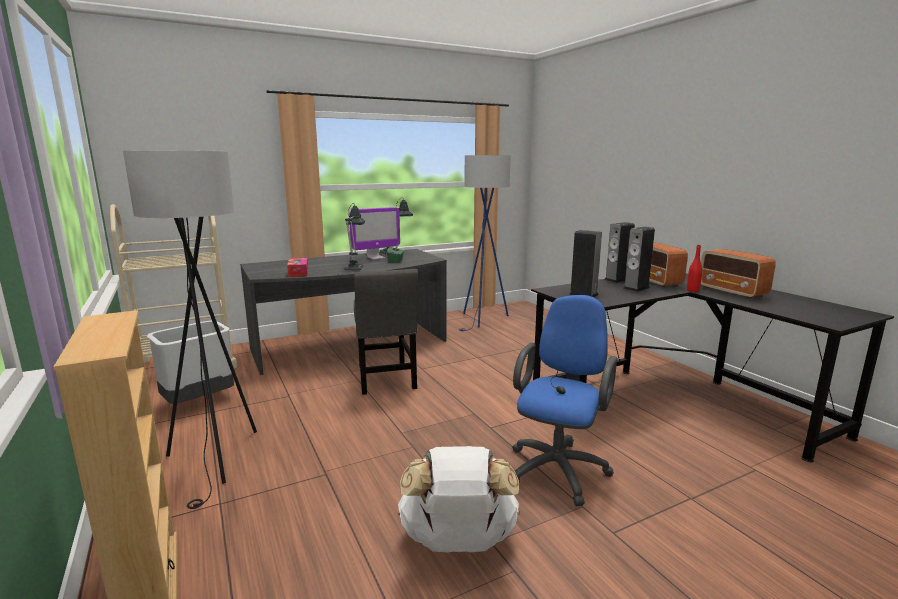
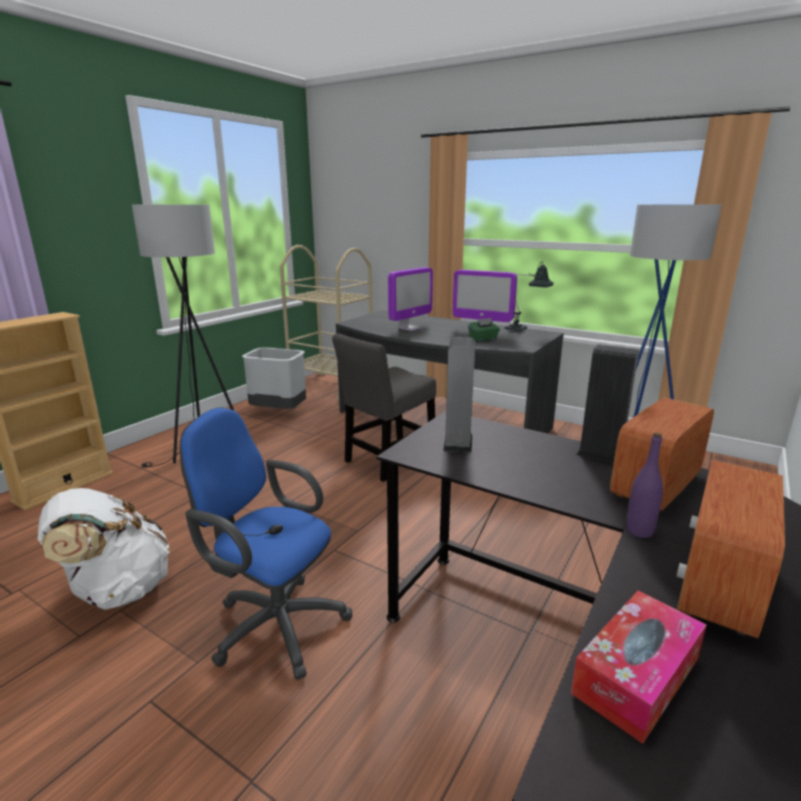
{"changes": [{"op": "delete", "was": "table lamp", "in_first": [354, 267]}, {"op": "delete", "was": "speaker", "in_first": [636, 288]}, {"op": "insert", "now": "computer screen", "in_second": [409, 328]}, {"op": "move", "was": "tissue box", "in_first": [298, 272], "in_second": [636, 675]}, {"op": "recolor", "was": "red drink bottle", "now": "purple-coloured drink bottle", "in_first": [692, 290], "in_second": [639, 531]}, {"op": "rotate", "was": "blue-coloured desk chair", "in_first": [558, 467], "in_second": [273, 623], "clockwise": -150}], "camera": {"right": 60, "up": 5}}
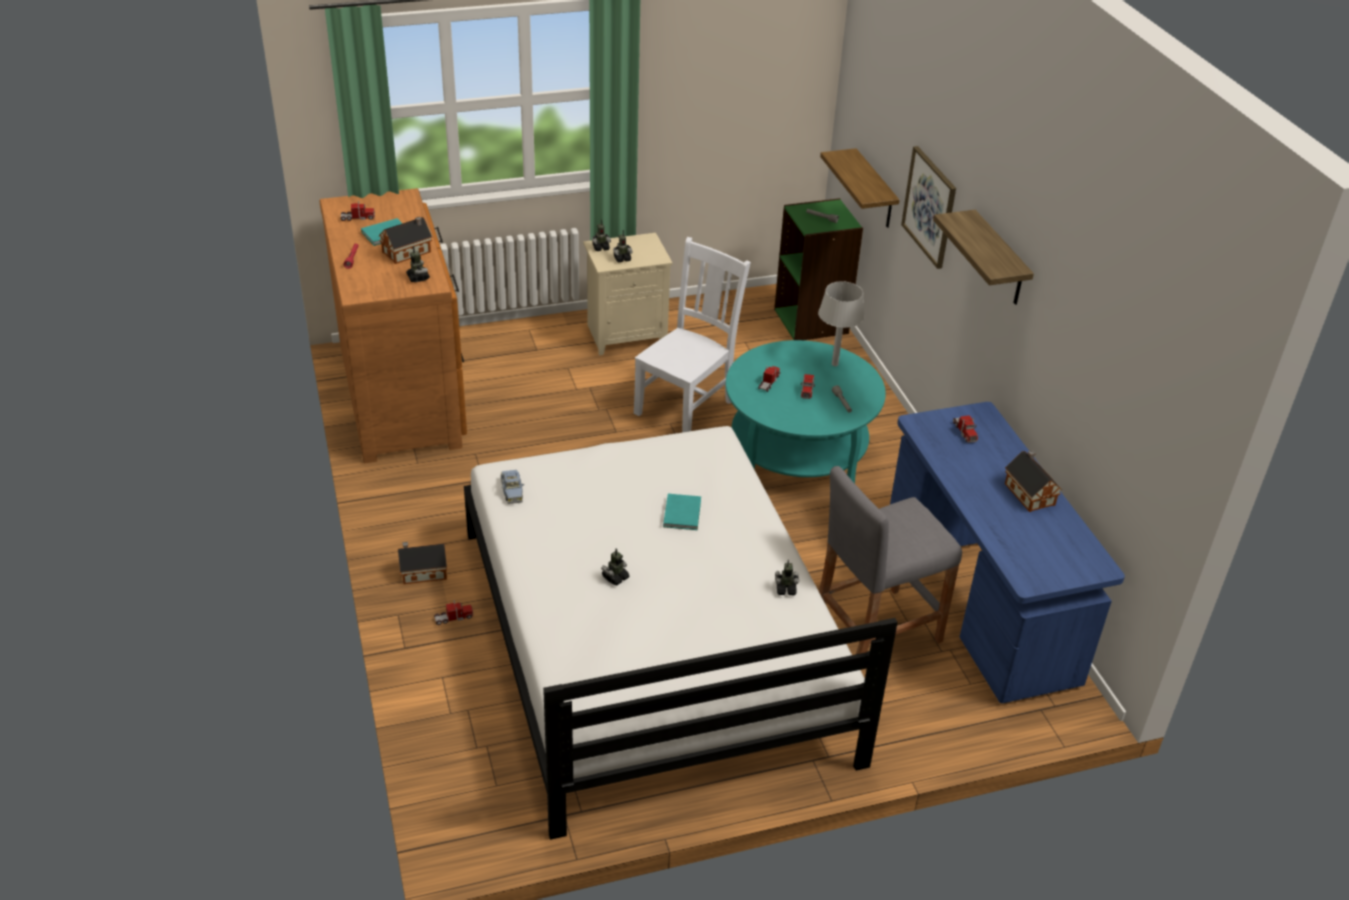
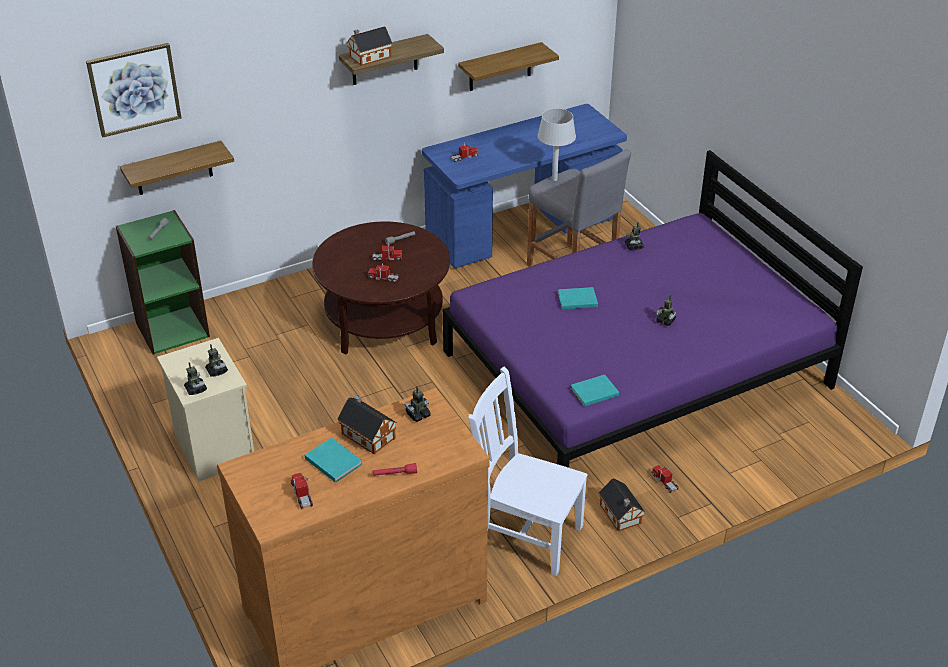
{"changes": [{"op": "insert", "now": "shelf", "in_second": [500, 67]}, {"op": "move", "was": "white chair", "in_first": [686, 405], "in_second": [526, 535]}, {"op": "move", "was": "grey table lamp", "in_first": [835, 364], "in_second": [554, 179]}, {"op": "move", "was": "picture", "in_first": [930, 206], "in_second": [134, 89]}, {"op": "move", "was": "model house", "in_first": [1029, 492], "in_second": [368, 57]}, {"op": "replace", "was": "blue-coloured toy car", "now": "turquoise bound book", "in_first": [512, 490], "in_second": [593, 392]}, {"op": "recolor", "was": "white sleeping bed", "now": "purple-coloured sleeping bed", "in_first": [651, 643], "in_second": [637, 369]}, {"op": "recolor", "was": "turquoise low table", "now": "brown low table", "in_first": [797, 454], "in_second": [384, 320]}], "camera": {"right": -100, "up": 0}}
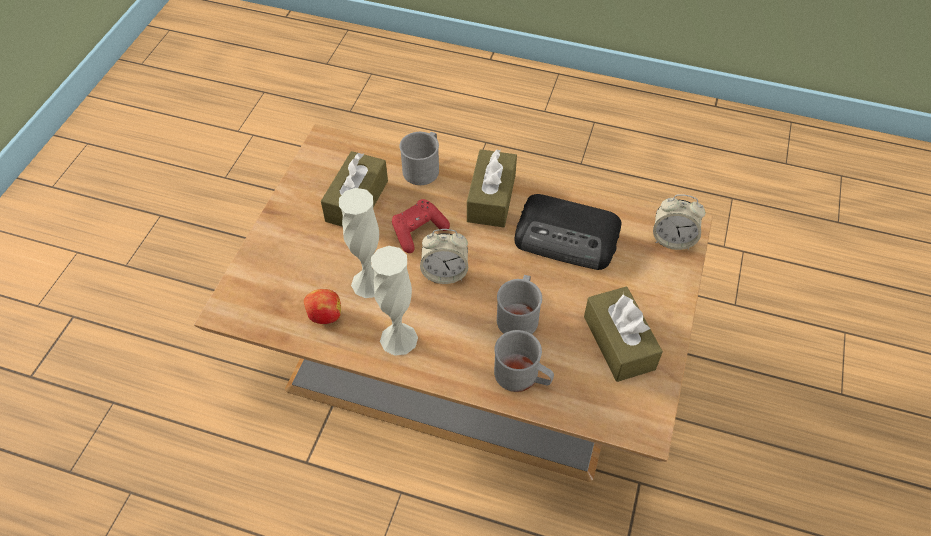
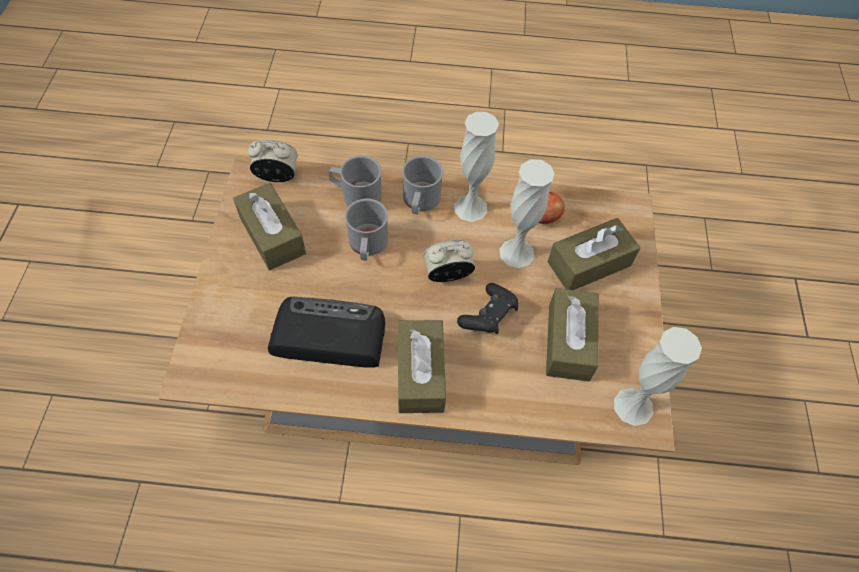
{"changes": [{"op": "insert", "now": "brown tissue box", "in_second": [589, 264]}, {"op": "insert", "now": "white decorative vase", "in_second": [633, 406]}, {"op": "move", "was": "grey coffee mug", "in_first": [423, 167], "in_second": [420, 202]}, {"op": "move", "was": "table clock", "in_first": [672, 239], "in_second": [277, 176]}, {"op": "recolor", "was": "red game controller", "now": "black-coloured game controller", "in_first": [418, 231], "in_second": [488, 316]}], "camera": {"right": 165, "up": 5}}
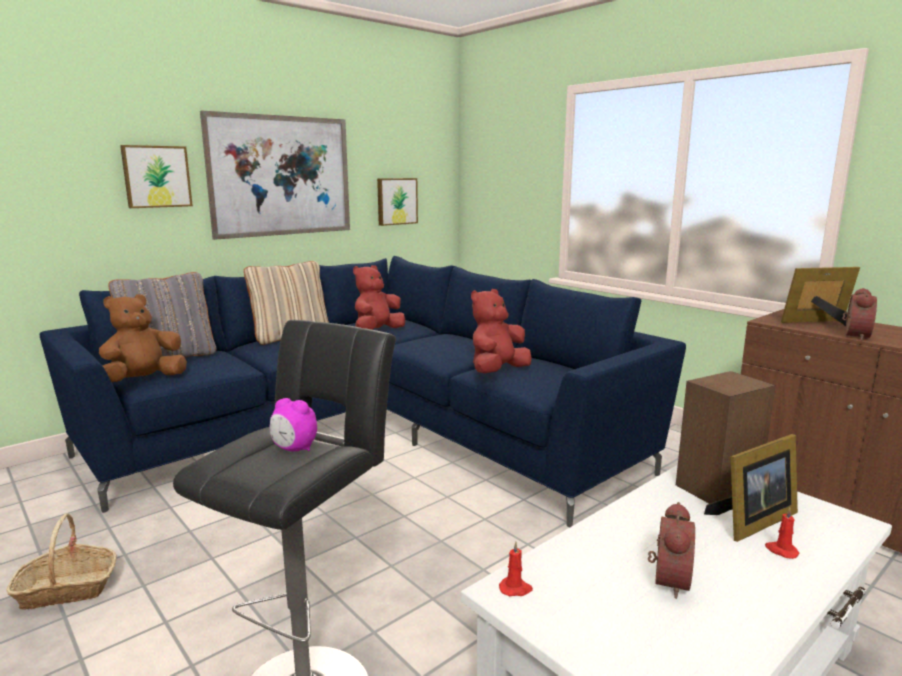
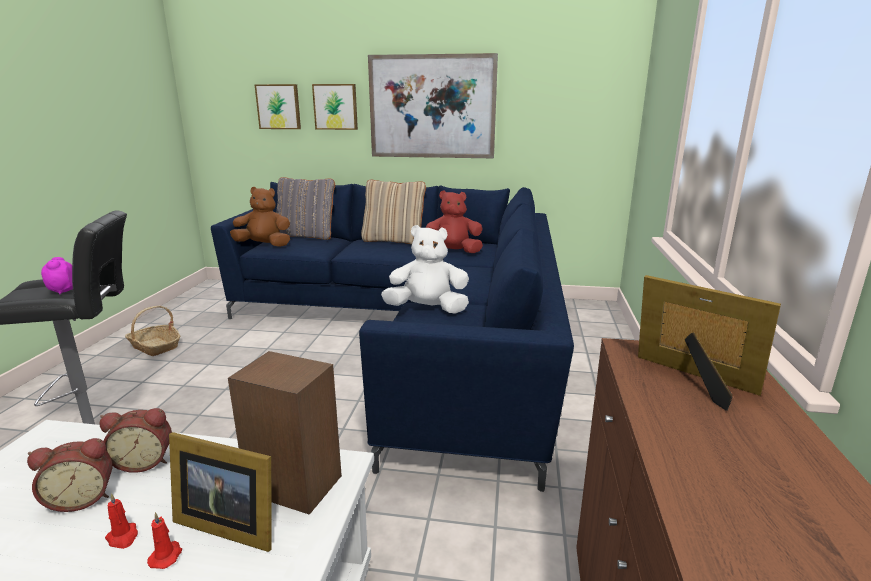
{"changes": [{"op": "move", "was": "picture", "in_first": [396, 201], "in_second": [279, 107]}, {"op": "move", "was": "red wax candle", "in_first": [515, 589], "in_second": [123, 537]}, {"op": "move", "was": "table clock", "in_first": [853, 335], "in_second": [144, 461]}, {"op": "recolor", "was": "red soft toy", "now": "white soft toy", "in_first": [497, 371], "in_second": [427, 309]}], "camera": {"right": 50, "up": 5}}
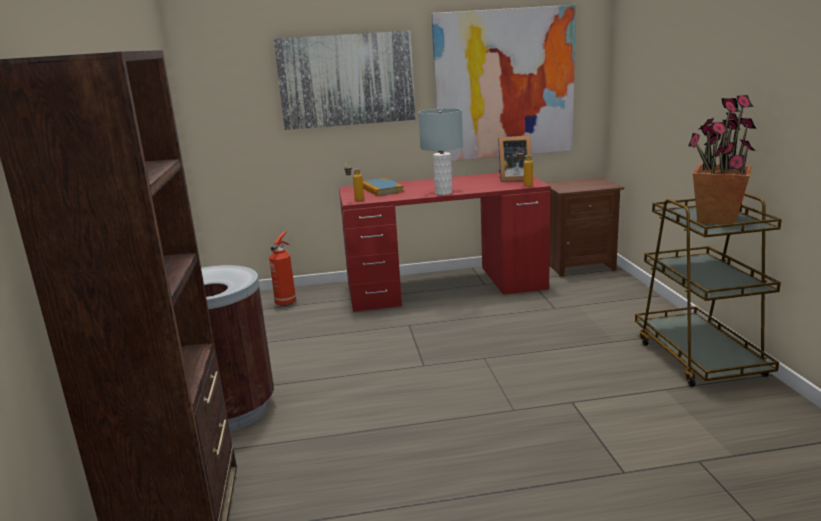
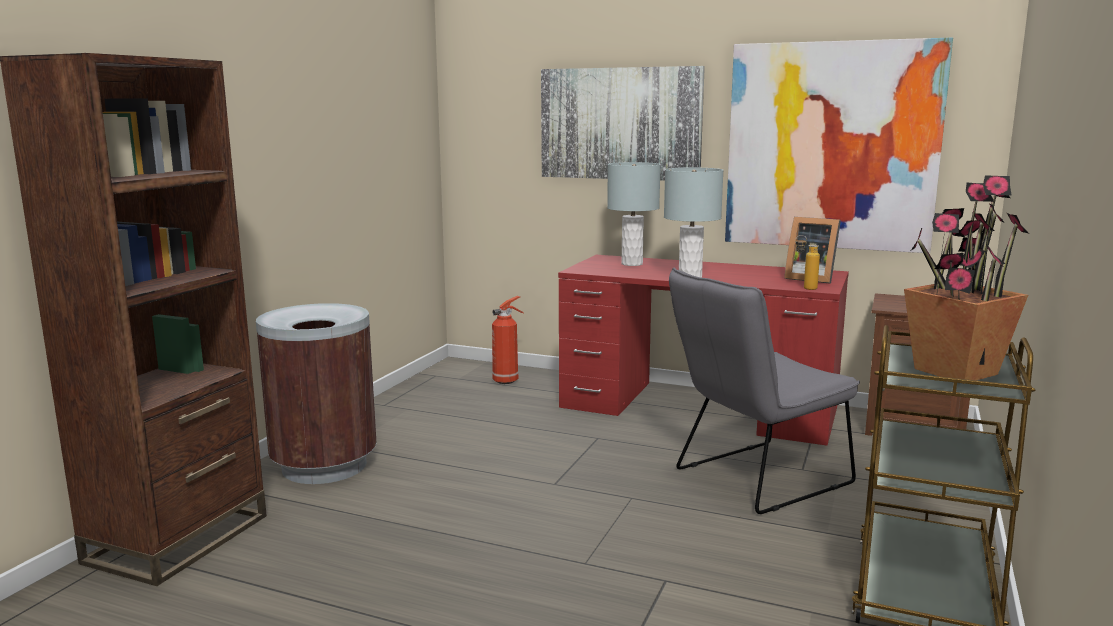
{"changes": [{"op": "delete", "was": "drink bottle", "in_first": [355, 200]}, {"op": "insert", "now": "grey chair", "in_second": [754, 479]}, {"op": "replace", "was": "bound book", "now": "grey table lamp", "in_first": [381, 189], "in_second": [631, 264]}], "camera": {"right": 30, "up": -5}}
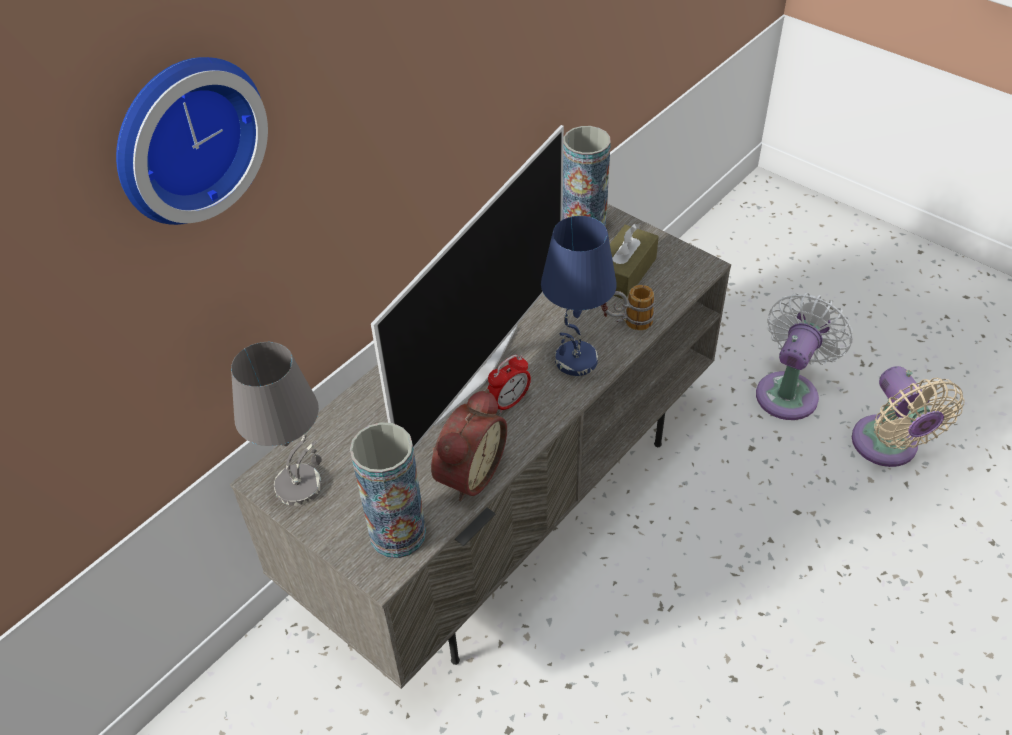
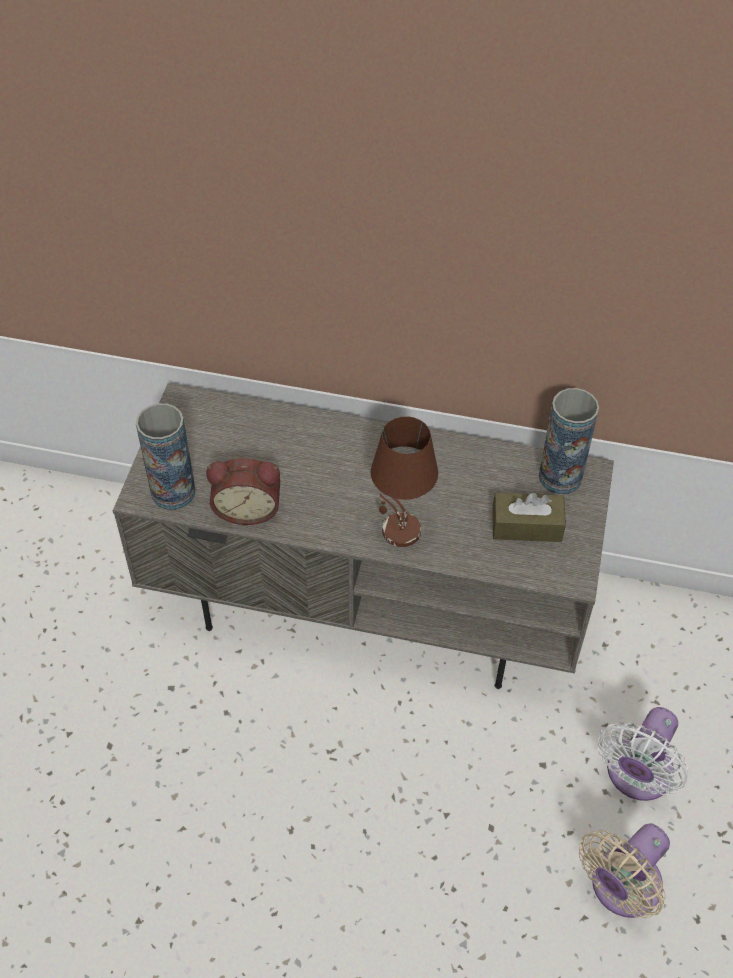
{"changes": [{"op": "delete", "was": "hanging clock", "in_first": [184, 137]}, {"op": "delete", "was": "grey table lamp", "in_first": [299, 485]}, {"op": "delete", "was": "TV", "in_first": [475, 373]}, {"op": "delete", "was": "table clock", "in_first": [509, 402]}, {"op": "delete", "was": "coffee mug", "in_first": [626, 323]}, {"op": "recolor", "was": "blue-coloured table lamp", "now": "brown table lamp", "in_first": [576, 361], "in_second": [400, 531]}, {"op": "rotate", "was": "white electric fan", "in_first": [789, 391], "in_second": [636, 776], "clockwise": 120}], "camera": {"right": 60, "up": 5}}
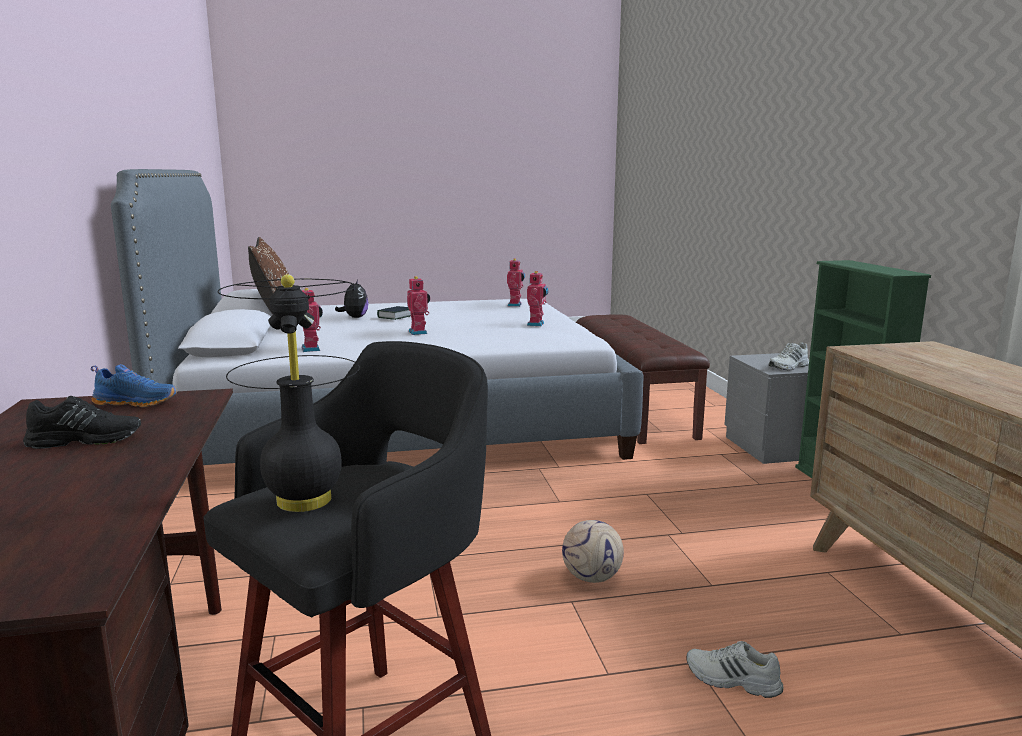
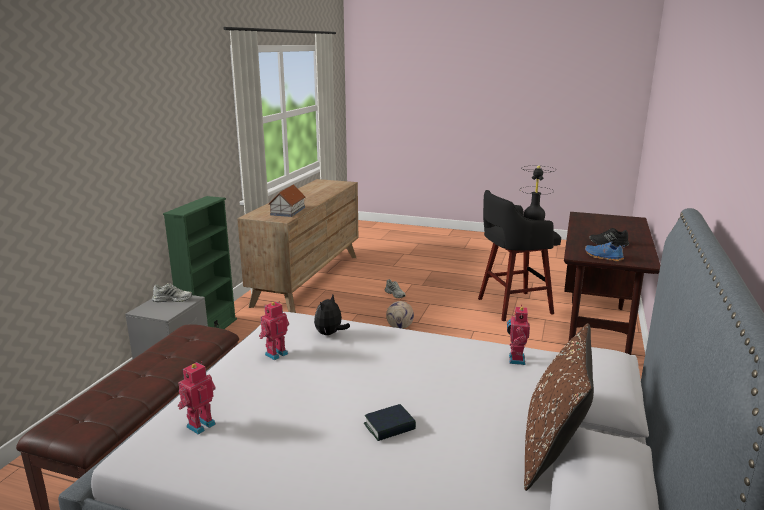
{"changes": [{"op": "delete", "was": "robot figure", "in_first": [419, 332]}, {"op": "insert", "now": "model house", "in_second": [288, 211]}, {"op": "move", "was": "soft toy", "in_first": [354, 317], "in_second": [330, 334]}], "camera": {"right": -150, "up": 5}}
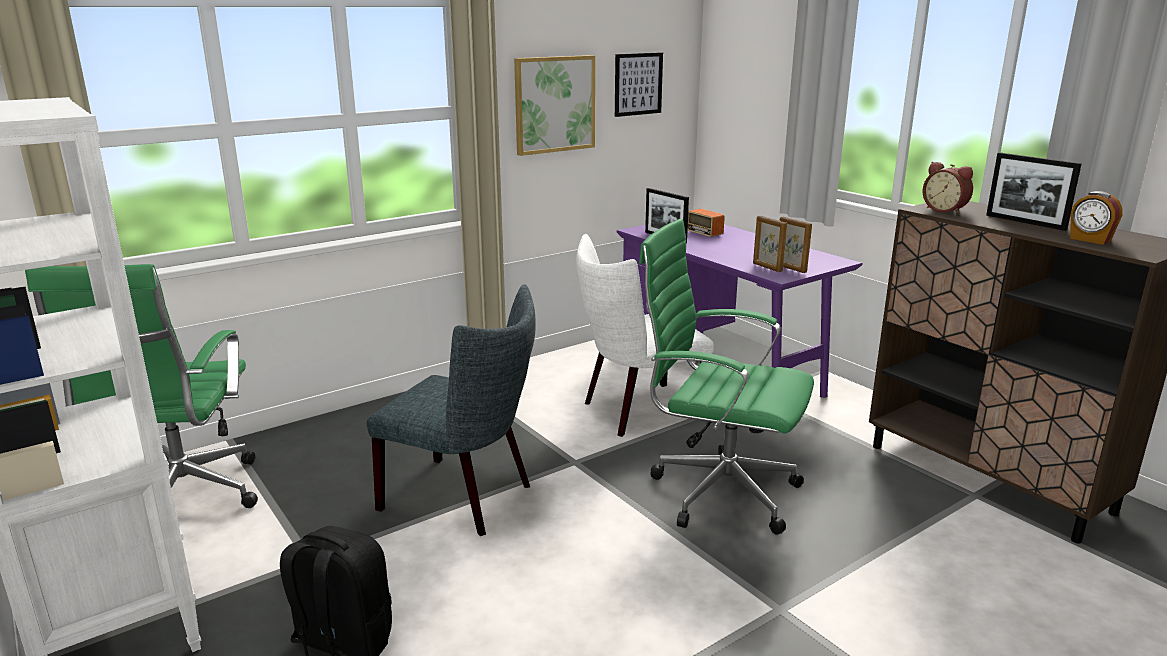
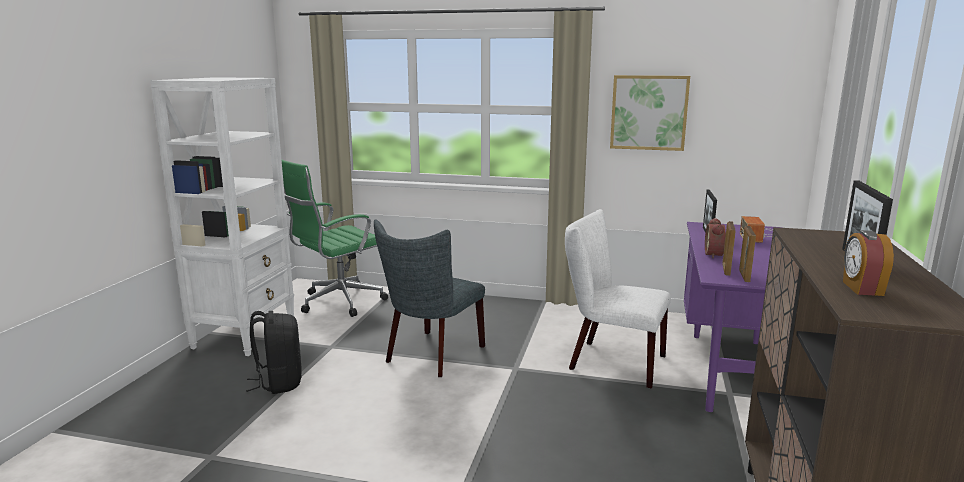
{"changes": [{"op": "delete", "was": "picture", "in_first": [638, 84]}, {"op": "delete", "was": "green-coloured desk chair", "in_first": [717, 491]}, {"op": "move", "was": "table clock", "in_first": [945, 210], "in_second": [715, 254]}, {"op": "rotate", "was": "grey chair", "in_first": [465, 498], "in_second": [431, 356], "clockwise": 45}], "camera": {"right": 50, "up": -5}}
